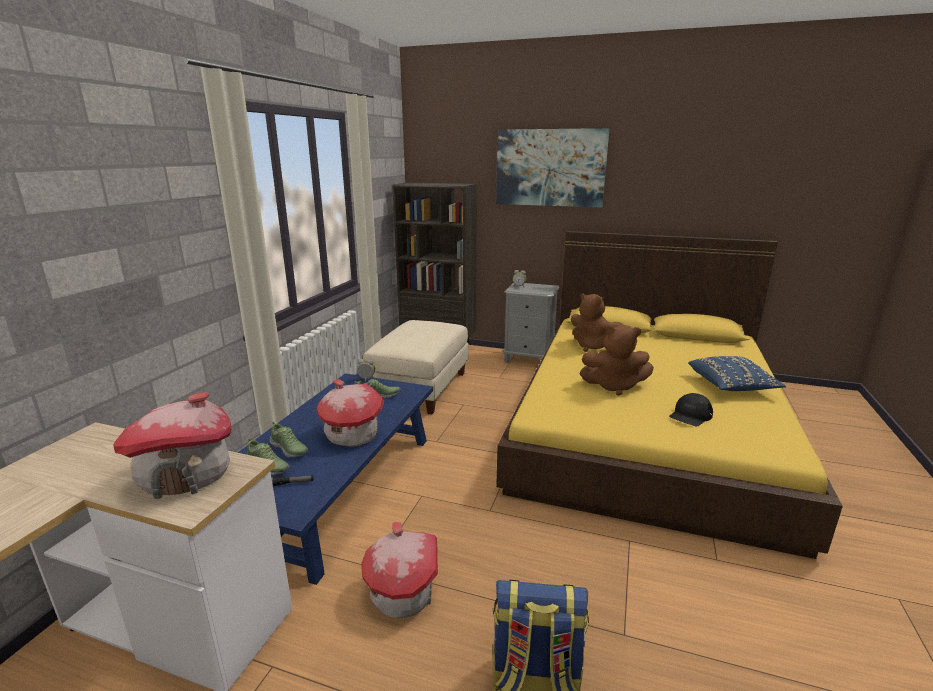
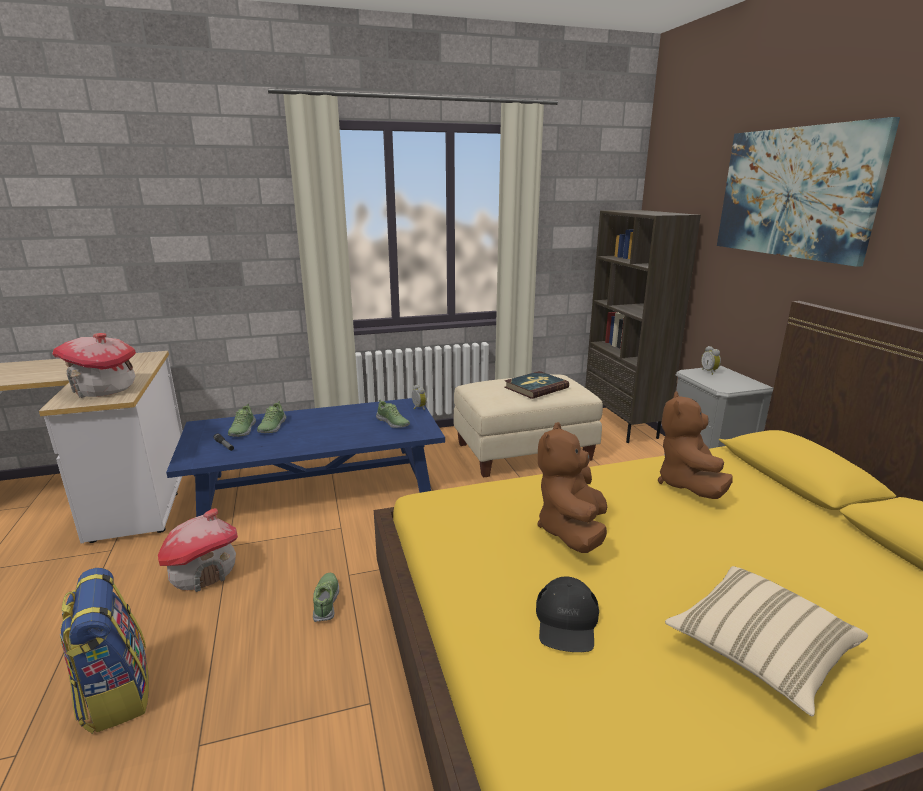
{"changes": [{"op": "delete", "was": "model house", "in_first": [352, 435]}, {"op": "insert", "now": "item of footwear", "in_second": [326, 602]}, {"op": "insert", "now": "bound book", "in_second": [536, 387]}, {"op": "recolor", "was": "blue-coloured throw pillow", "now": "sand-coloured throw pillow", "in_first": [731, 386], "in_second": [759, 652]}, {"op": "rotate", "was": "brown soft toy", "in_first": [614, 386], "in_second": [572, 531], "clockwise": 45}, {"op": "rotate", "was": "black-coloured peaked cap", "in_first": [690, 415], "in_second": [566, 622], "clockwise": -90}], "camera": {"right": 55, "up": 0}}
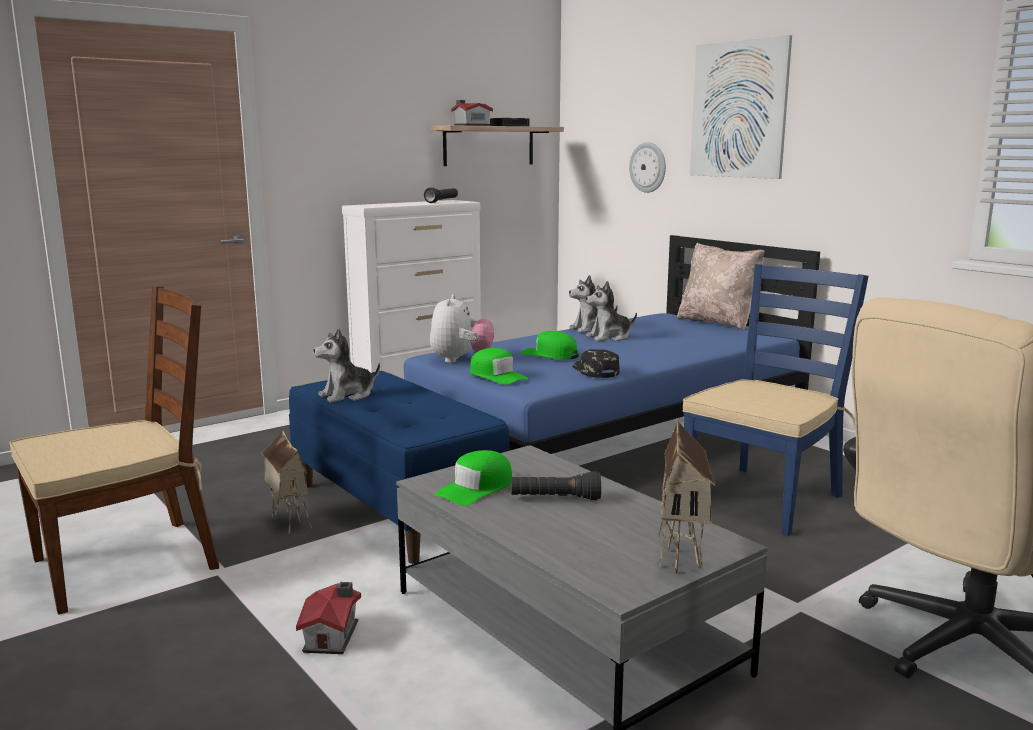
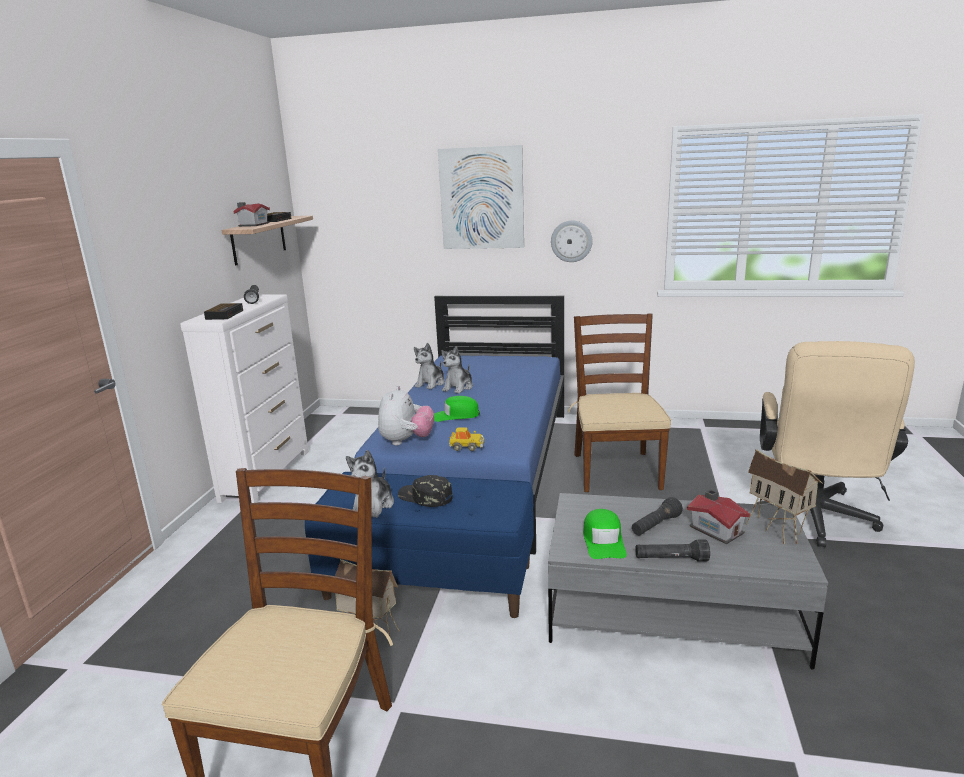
{"changes": [{"op": "delete", "was": "sand-coloured throw pillow", "in_first": [718, 322]}, {"op": "insert", "now": "table clock", "in_second": [225, 314]}, {"op": "insert", "now": "black-coloured flashlight", "in_second": [671, 559]}, {"op": "move", "was": "model house", "in_first": [333, 636], "in_second": [716, 529]}, {"op": "move", "was": "black-coloured peaked cap", "in_first": [595, 371], "in_second": [425, 497]}, {"op": "move", "was": "hanging clock", "in_first": [648, 167], "in_second": [571, 241]}, {"op": "replace", "was": "green-coloured peaked cap", "now": "toy car", "in_first": [497, 376], "in_second": [466, 446]}, {"op": "recolor", "was": "blue-coloured chair", "now": "brown chair", "in_first": [763, 498], "in_second": [616, 470]}, {"op": "rotate", "was": "soft toy", "in_first": [461, 360], "in_second": [406, 441], "clockwise": 45}], "camera": {"right": -40, "up": 5}}
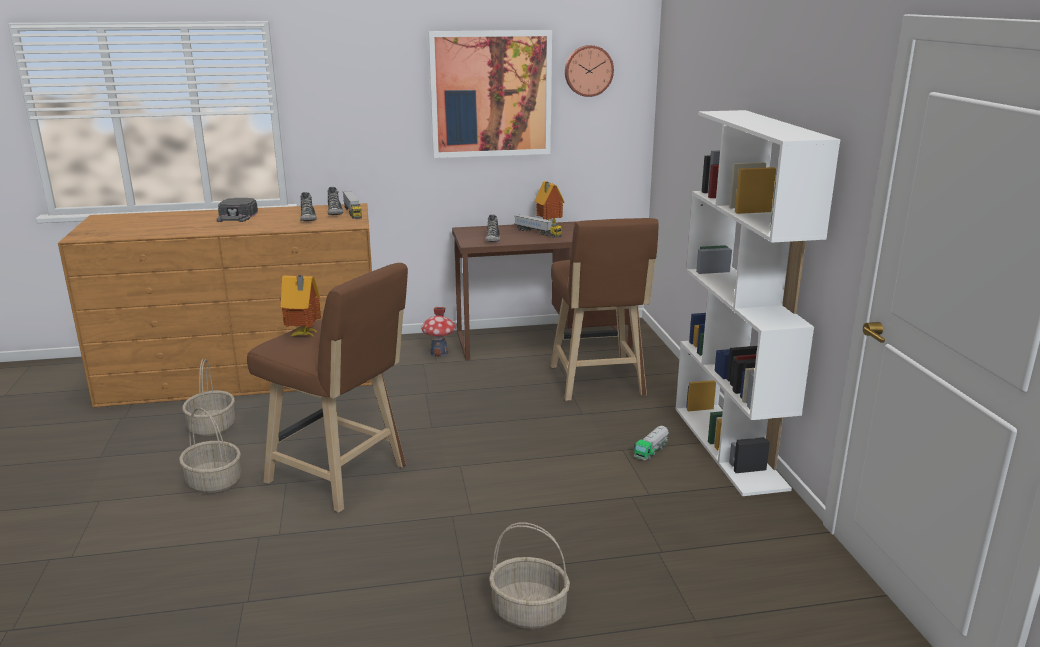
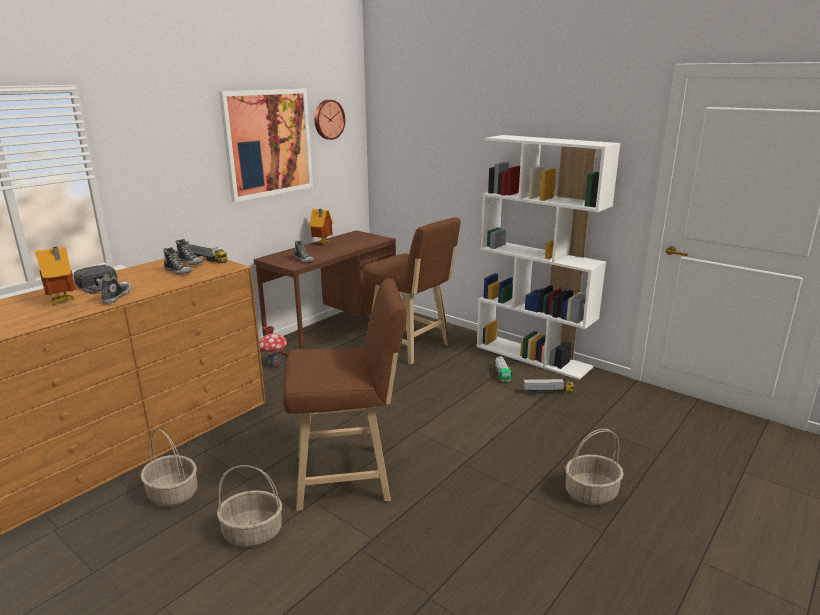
{"changes": [{"op": "insert", "now": "item of footwear", "in_second": [116, 296]}, {"op": "move", "was": "model house", "in_first": [303, 335], "in_second": [63, 301]}, {"op": "move", "was": "model truck", "in_first": [537, 232], "in_second": [548, 392]}], "camera": {"right": -40, "up": 0}}
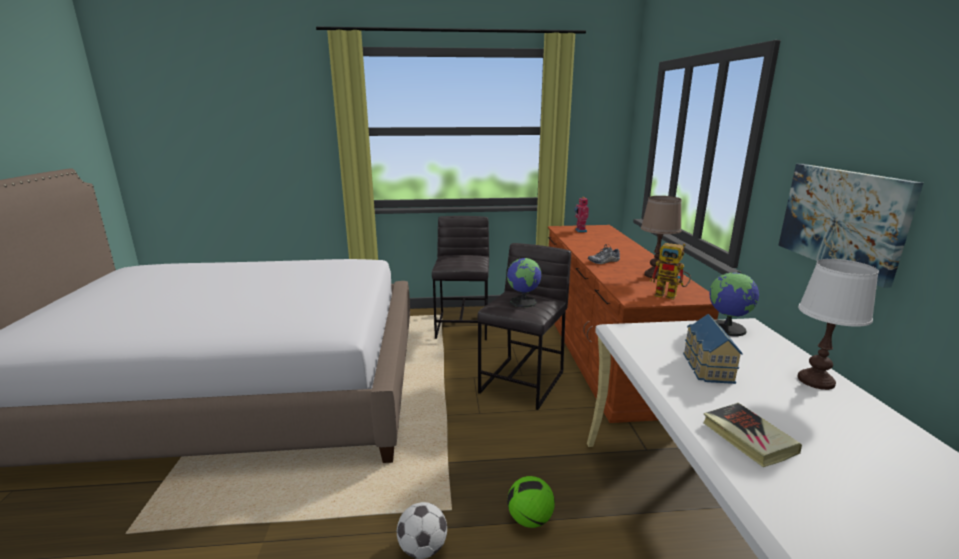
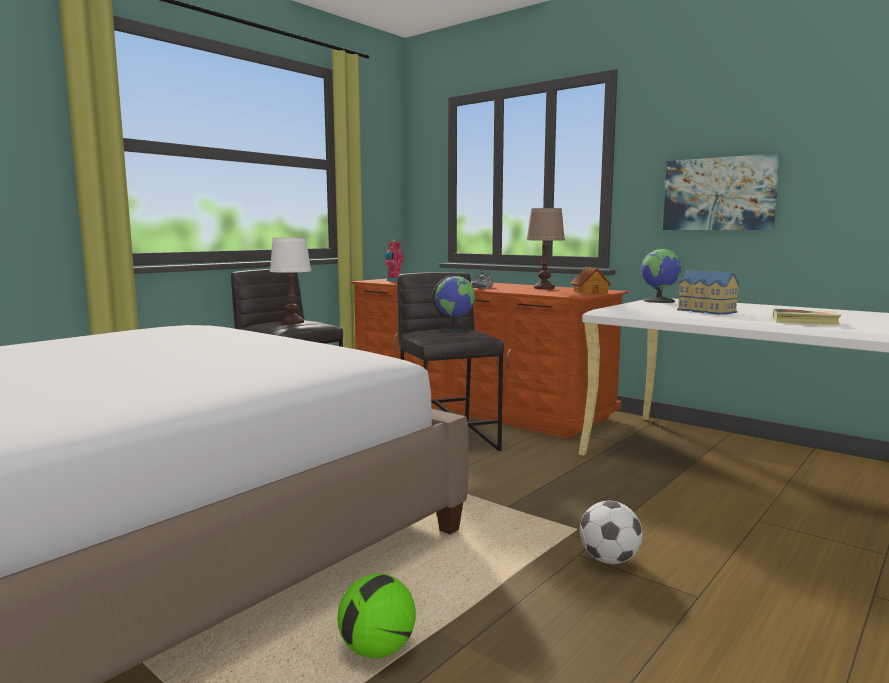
{"changes": [{"op": "move", "was": "ball for football", "in_first": [529, 519], "in_second": [377, 650]}, {"op": "move", "was": "white table lamp", "in_first": [815, 381], "in_second": [292, 322]}, {"op": "replace", "was": "robot figure", "now": "model house", "in_first": [670, 296], "in_second": [590, 292]}], "camera": {"right": -45, "up": -10}}
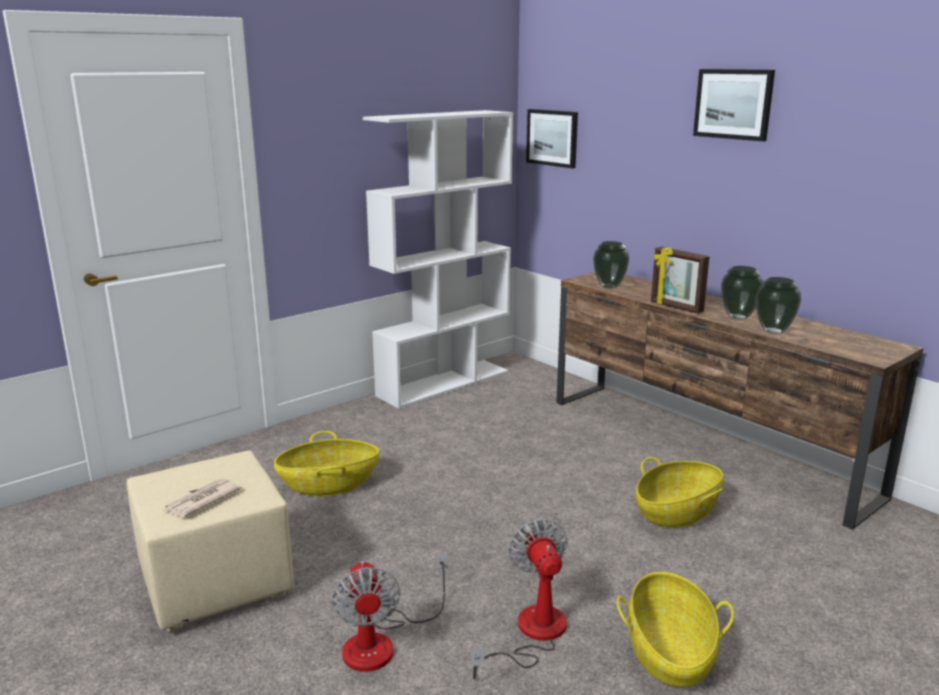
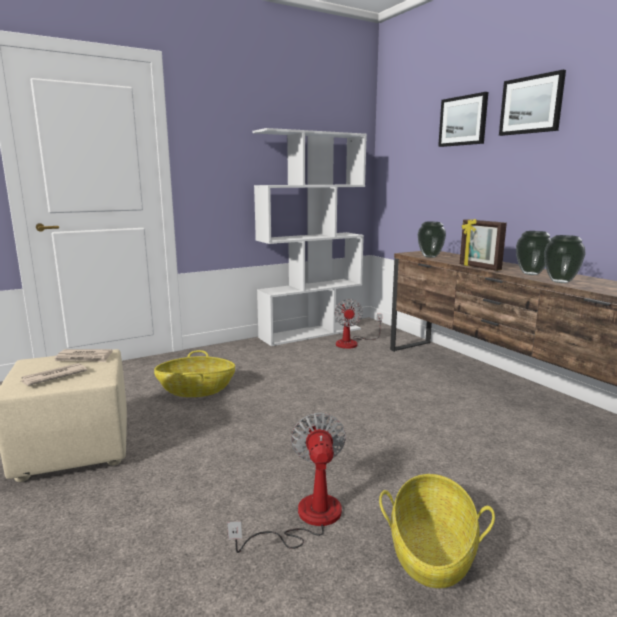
{"changes": [{"op": "delete", "was": "storage basket", "in_first": [677, 512]}, {"op": "insert", "now": "daily paper", "in_second": [84, 358]}, {"op": "move", "was": "electric fan", "in_first": [382, 642], "in_second": [352, 343]}, {"op": "move", "was": "picture", "in_first": [552, 138], "in_second": [463, 121]}], "camera": {"right": 10, "up": -5}}
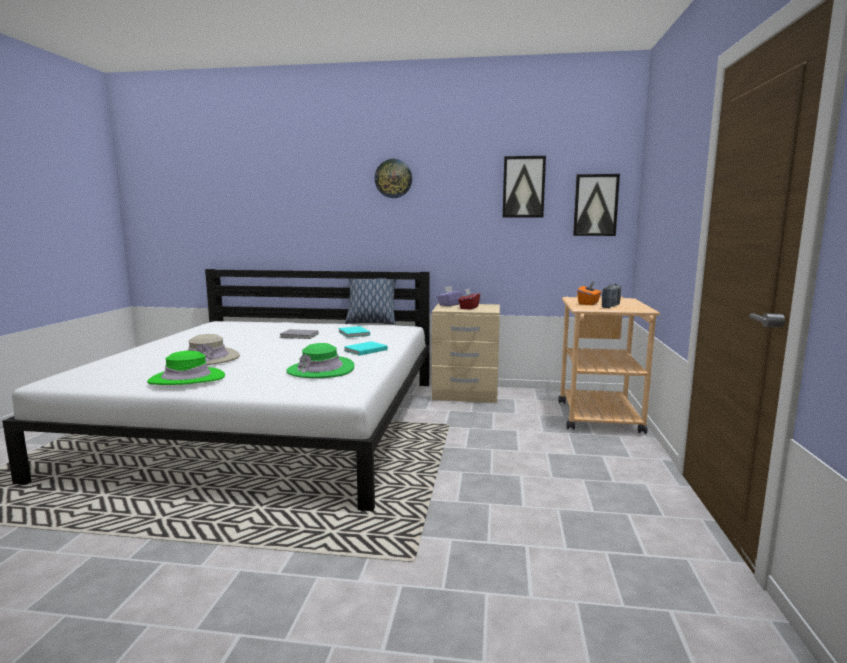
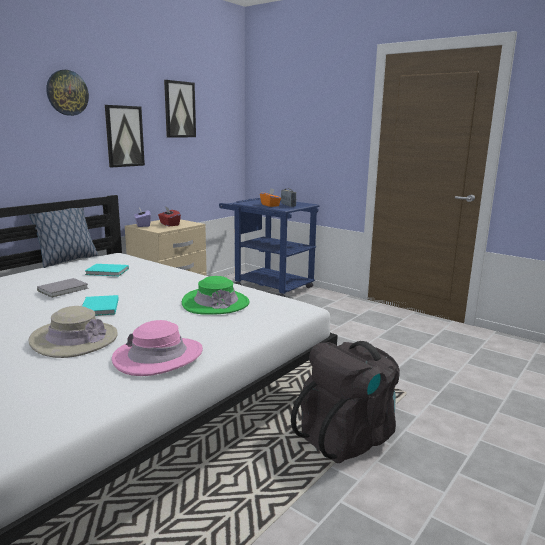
{"changes": [{"op": "insert", "now": "black-coloured backpack", "in_second": [347, 437]}, {"op": "move", "was": "turquoise bound book", "in_first": [364, 350], "in_second": [99, 308]}, {"op": "move", "was": "picture", "in_first": [595, 205], "in_second": [124, 136]}, {"op": "recolor", "was": "green-coloured wearable hat", "now": "pink wearable hat", "in_first": [187, 379], "in_second": [158, 356]}, {"op": "recolor", "was": "sand-coloured trolley", "now": "blue-coloured trolley", "in_first": [596, 413], "in_second": [267, 286]}], "camera": {"right": -60, "up": 5}}
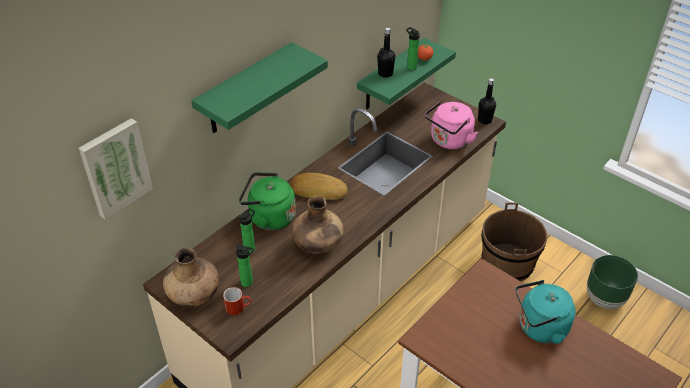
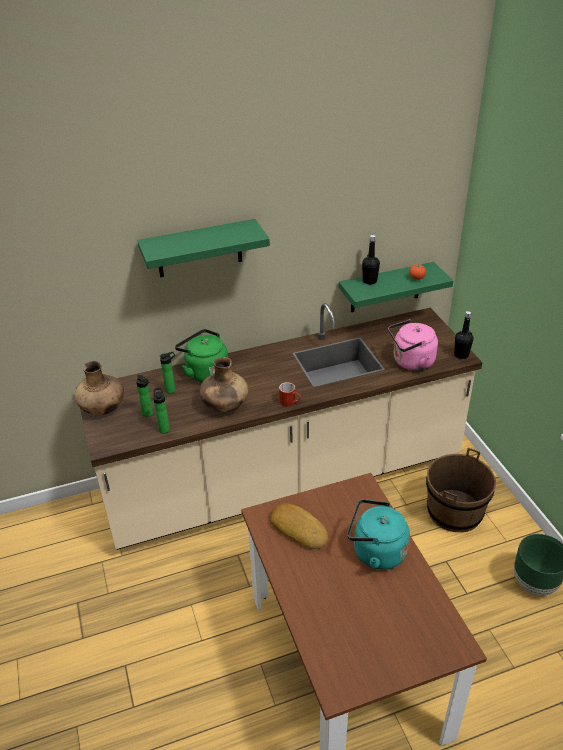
{"changes": [{"op": "delete", "was": "picture", "in_first": [115, 167]}, {"op": "move", "was": "red coffee mug", "in_first": [239, 307], "in_second": [290, 402]}, {"op": "move", "was": "bread", "in_first": [318, 190], "in_second": [299, 528]}, {"op": "move", "was": "drink bottle", "in_first": [410, 67], "in_second": [164, 428]}], "camera": {"right": 30, "up": -5}}
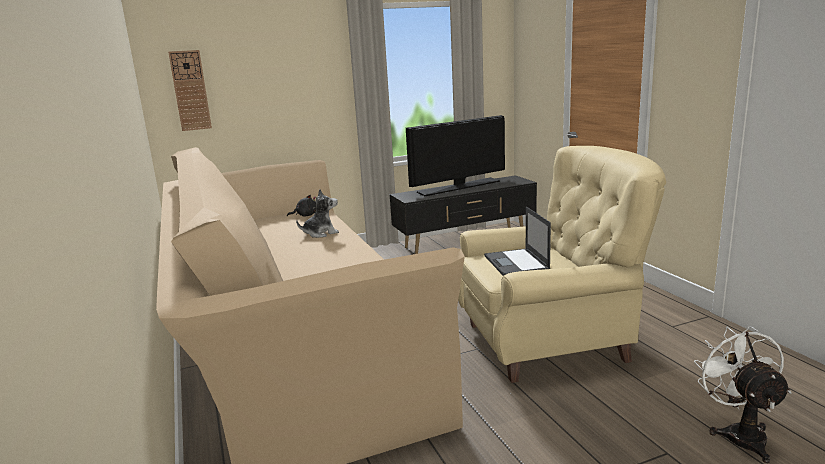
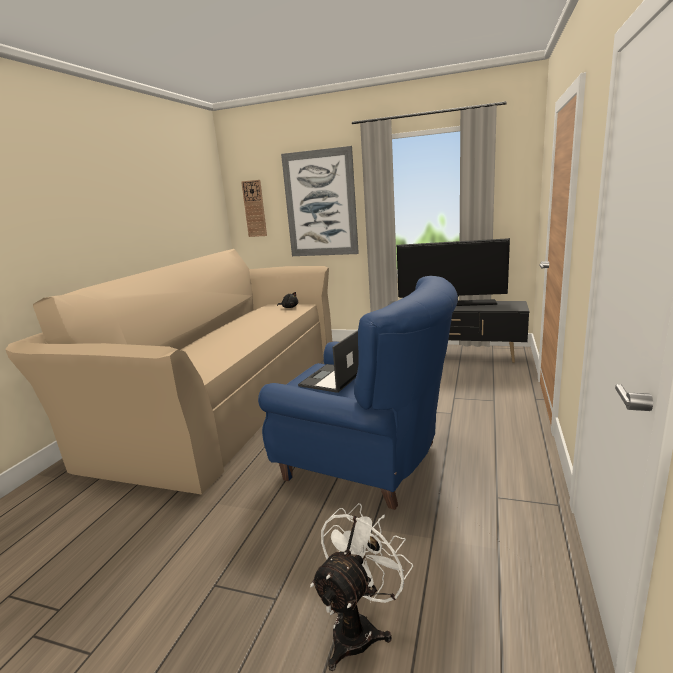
{"changes": [{"op": "delete", "was": "soft toy", "in_first": [320, 233]}, {"op": "insert", "now": "picture", "in_second": [320, 204]}, {"op": "recolor", "was": "sand-coloured lounge chair", "now": "blue-coloured lounge chair", "in_first": [552, 341], "in_second": [368, 461]}], "camera": {"right": 40, "up": 0}}
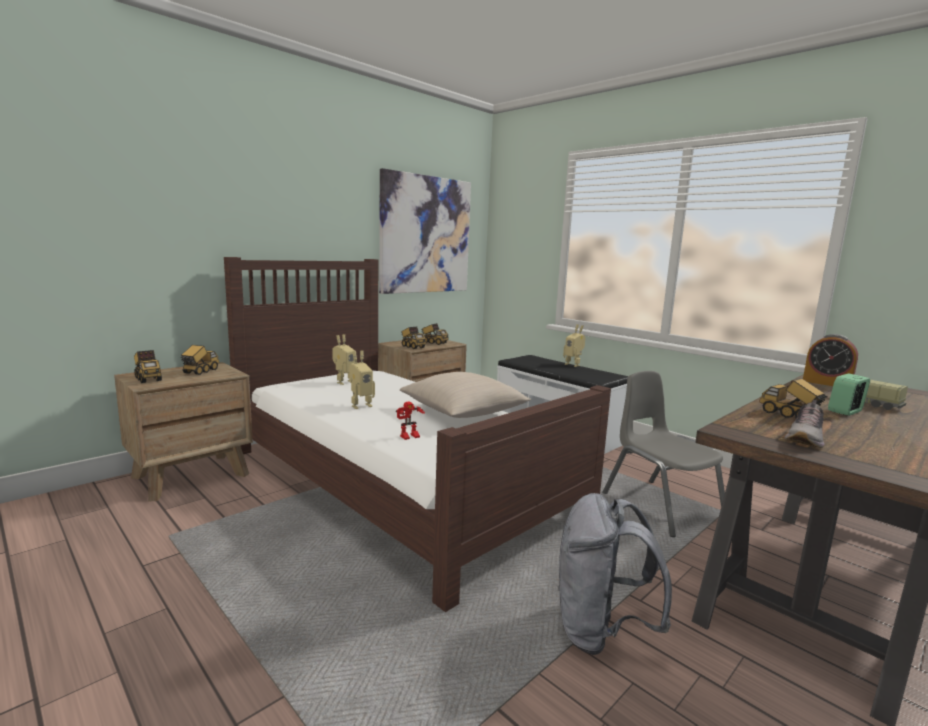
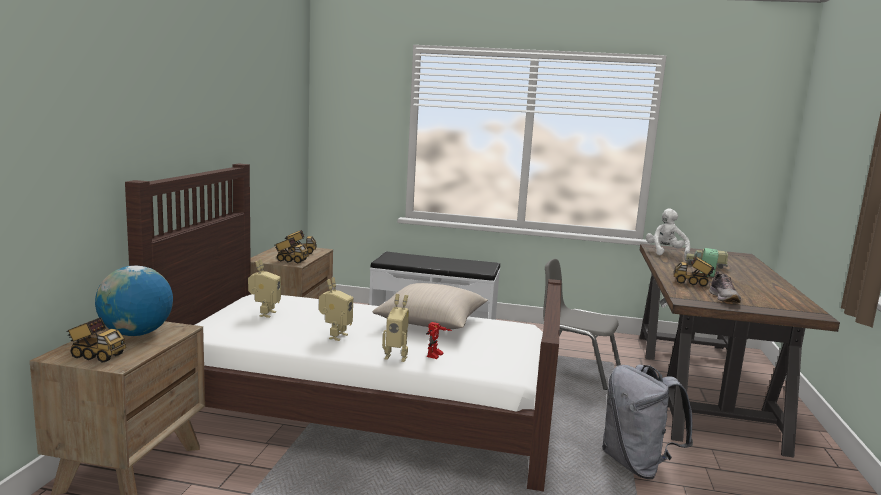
{"changes": [{"op": "delete", "was": "picture", "in_first": [425, 235]}, {"op": "move", "was": "robot figure", "in_first": [573, 364], "in_second": [396, 356]}, {"op": "replace", "was": "model truck", "now": "world globe", "in_first": [200, 371], "in_second": [136, 333]}, {"op": "replace", "was": "table clock", "now": "white soft toy", "in_first": [826, 383], "in_second": [665, 253]}], "camera": {"right": -35, "up": 0}}
